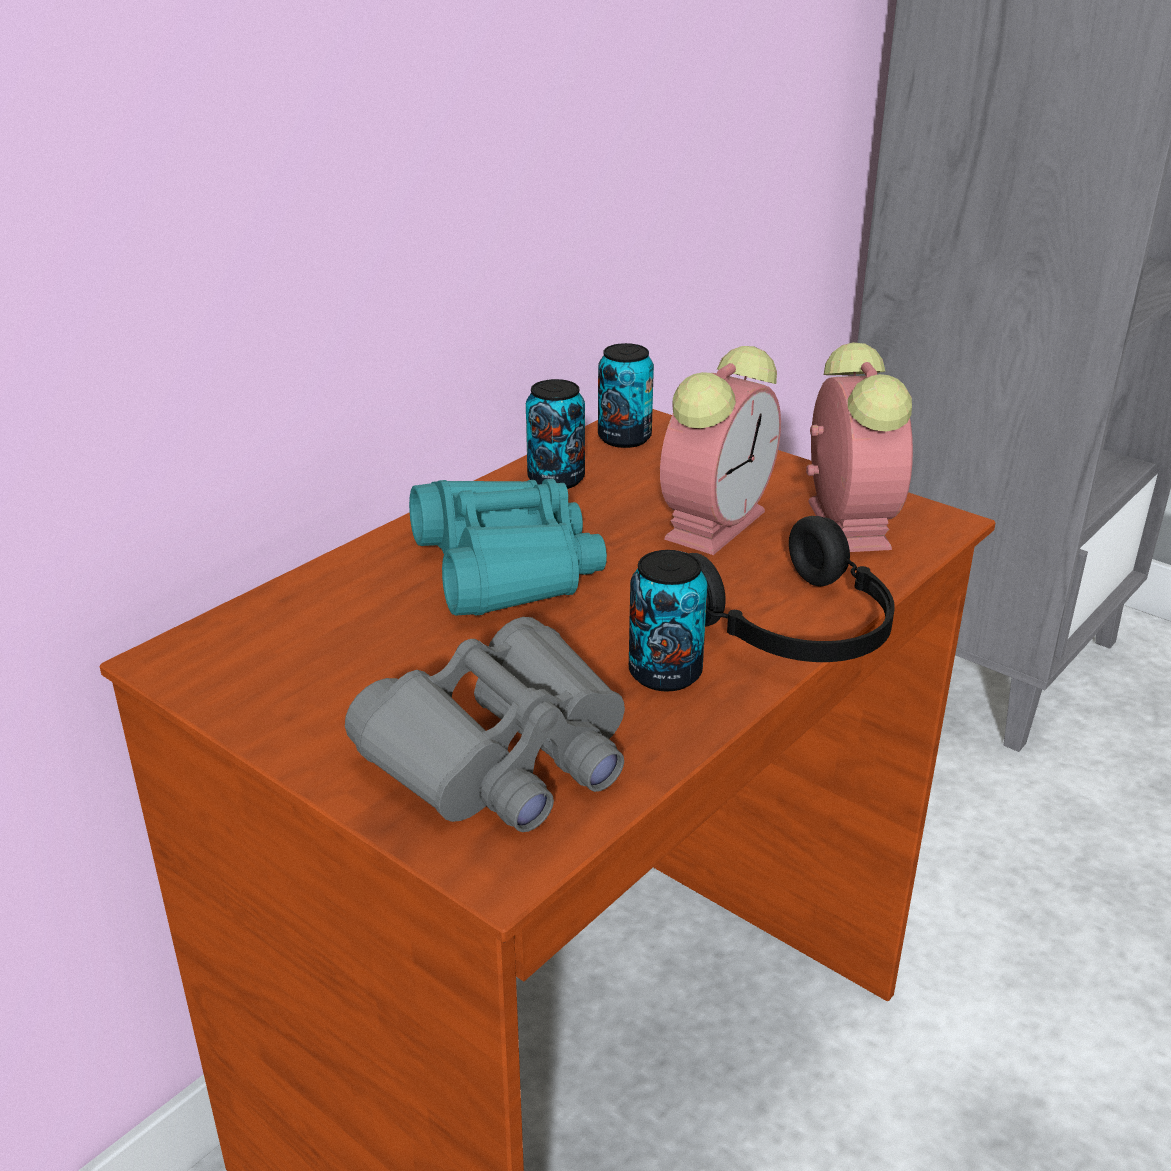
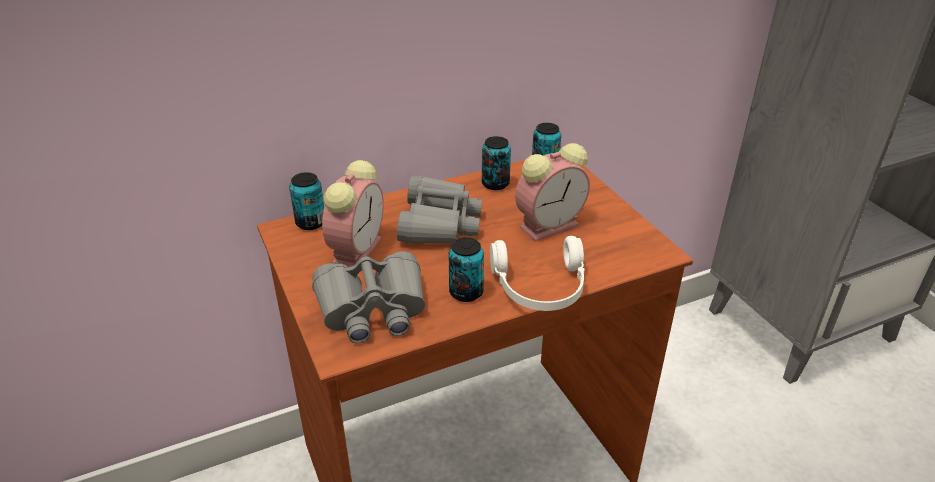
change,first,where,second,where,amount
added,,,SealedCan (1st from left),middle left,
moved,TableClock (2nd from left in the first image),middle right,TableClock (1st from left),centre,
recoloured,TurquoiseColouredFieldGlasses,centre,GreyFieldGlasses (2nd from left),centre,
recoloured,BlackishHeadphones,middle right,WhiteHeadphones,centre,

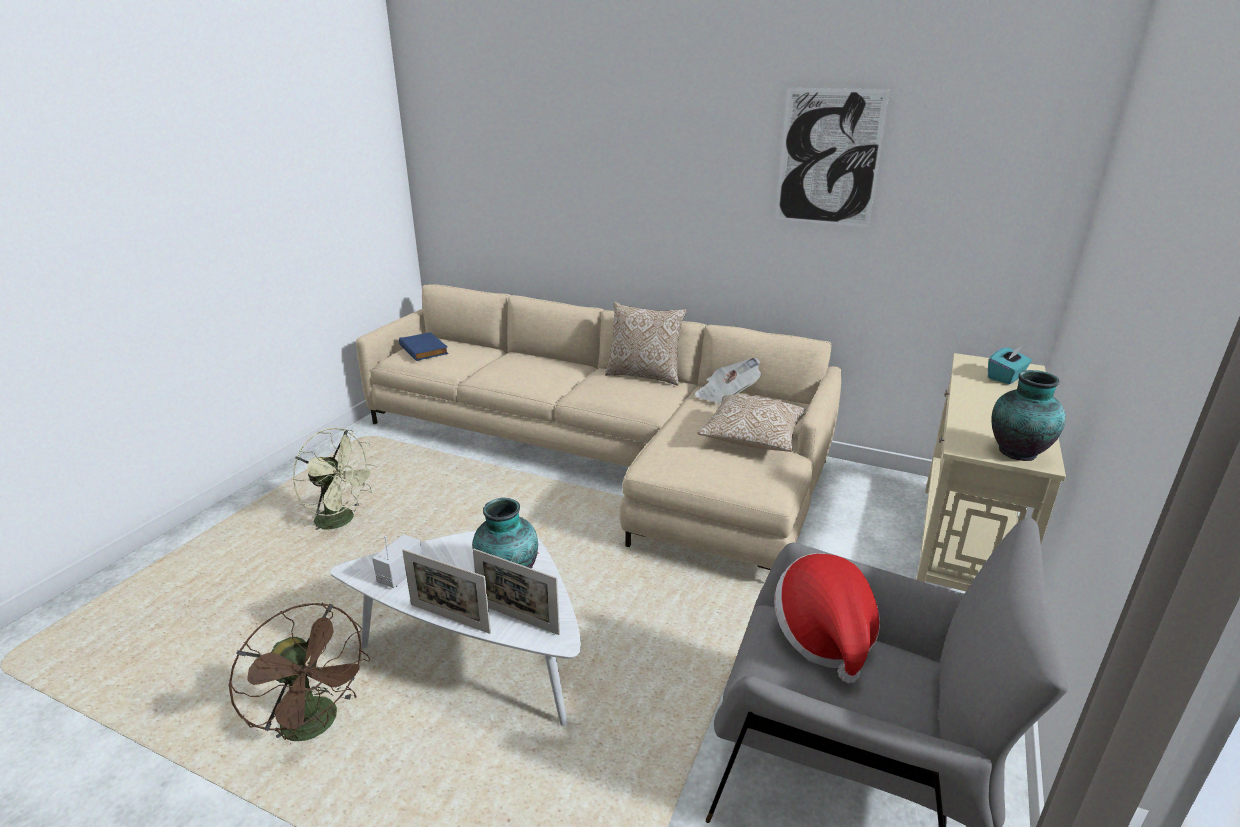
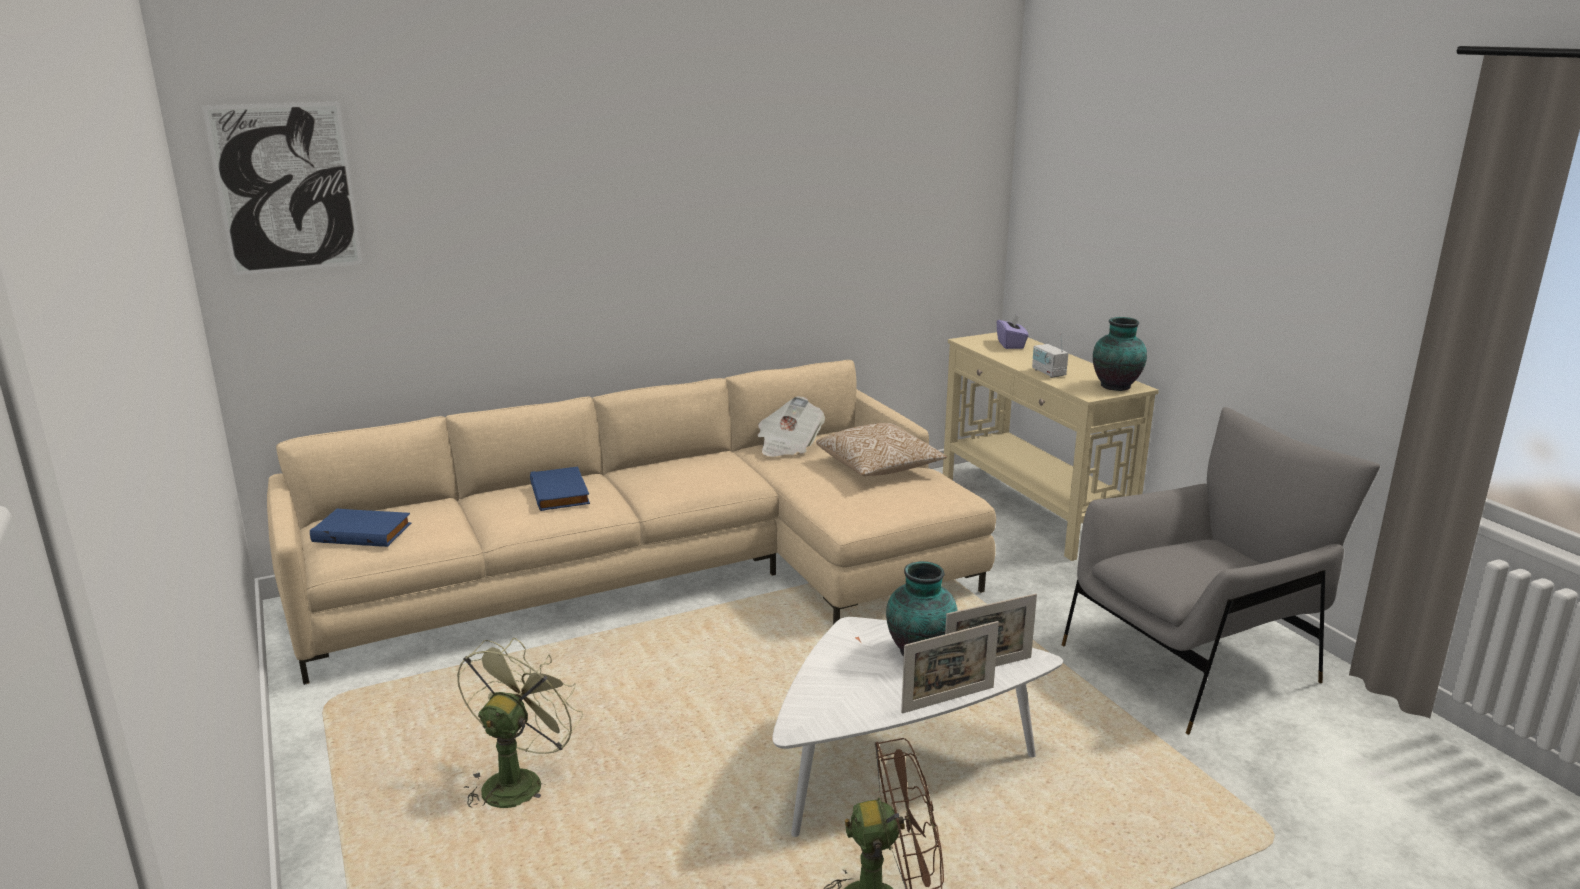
change,first,where,second,where,amount
removed,ThrowPillow (1st from left),centre,,,
removed,ClothingHat,bottom right,,,
added,,,BlueVolume (2nd from left),centre,
moved,Radio,bottom left,,centre,
moved,WallArt,top right,,top left,
recoloured,TurquoiseColouredTissueBox,middle right,PurplishTissueBox,centre,
turned,GreenCoolingFan,middle left,,bottom left,45 degrees counterclockwise

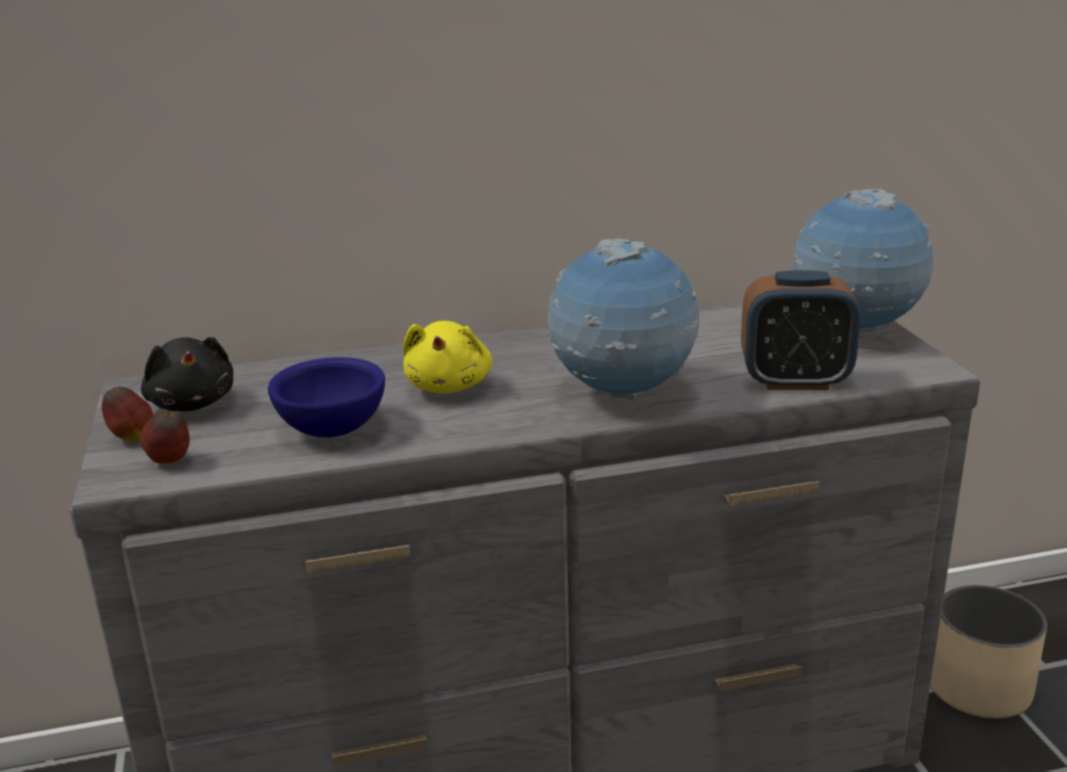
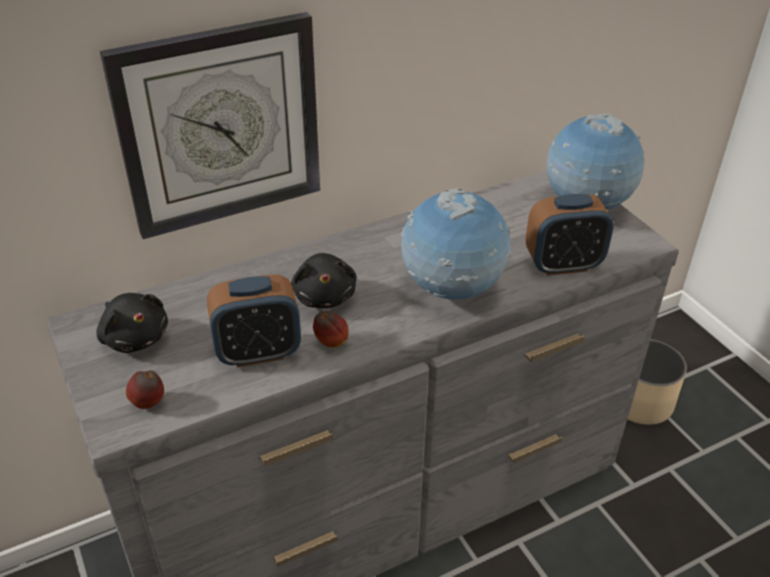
change,first,where,second,where,amount
added,,,WallClock,top left,
moved,WholeApple (1st from left in the first image),middle left,WholeApple (2nd from left),centre,
replaced,BlueBowl,middle left,TableClock (1st from left),middle left,
recoloured,YellowColouredCuddlyToy,centre,BlackishCuddlyToy (2nd from left),centre,

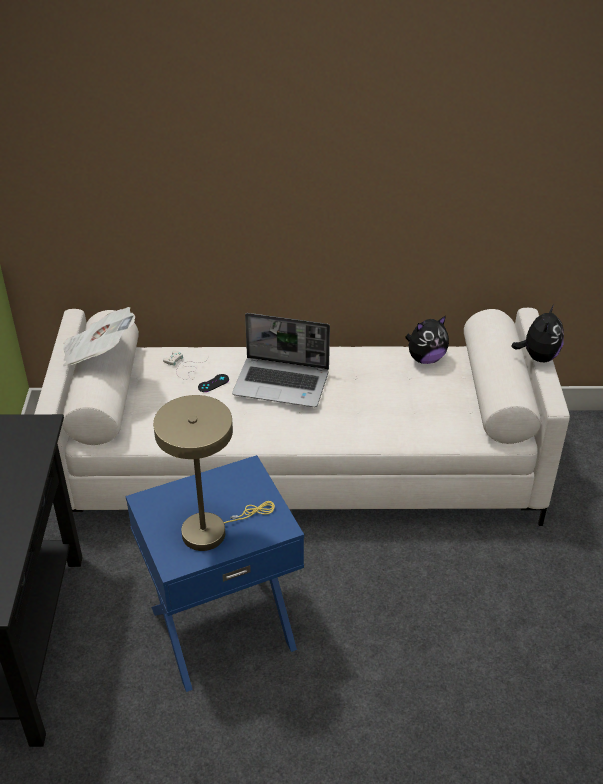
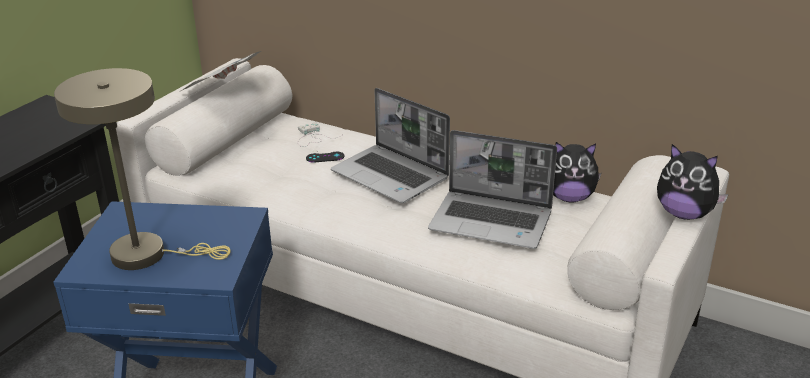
change,first,where,second,where,amount
added,,,Laptop (2nd from left),centre,
turned,CuddlyToy (2nd from left),middle right,,middle right,75 degrees clockwise

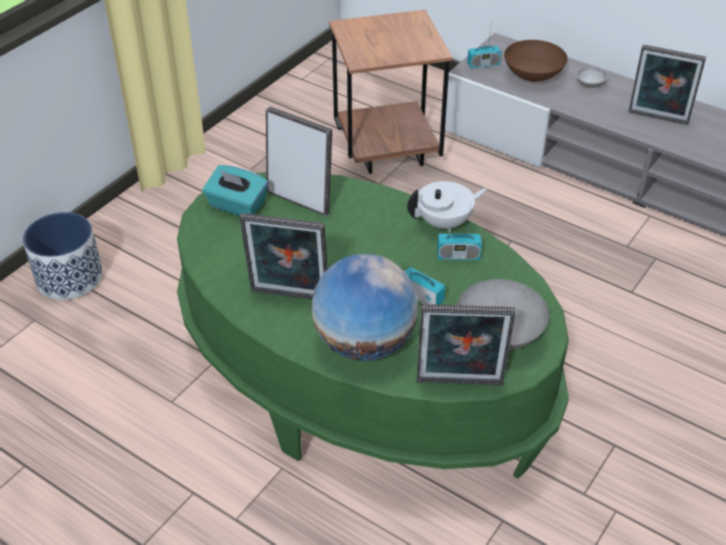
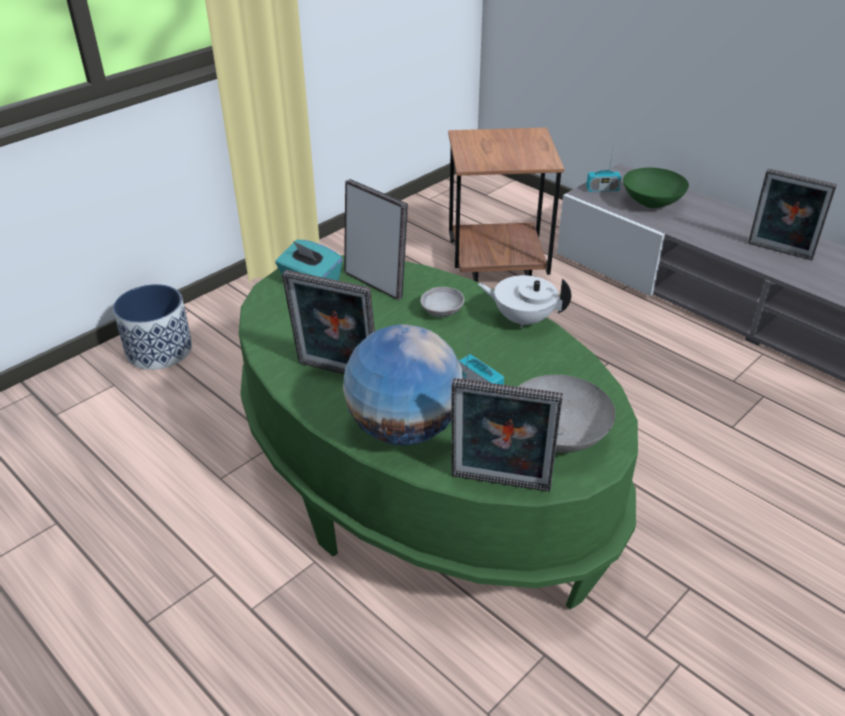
change,first,where,second,where,amount
removed,Radio (2nd from left),centre,,,
moved,GreyBowl (2nd from left in the first image),top right,GreyBowl (1st from left),centre,
recoloured,BrownBowl,top right,GreenBowl,top right,
turned,WhiteTeapot,centre,,centre,150 degrees counterclockwise

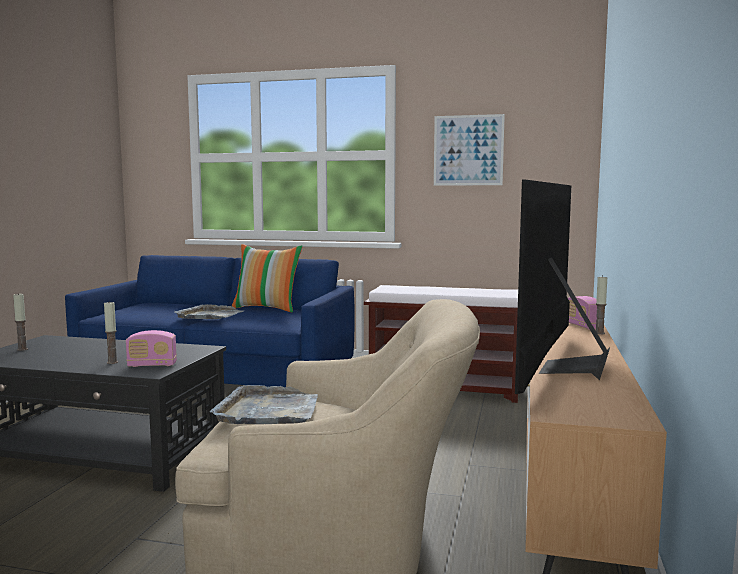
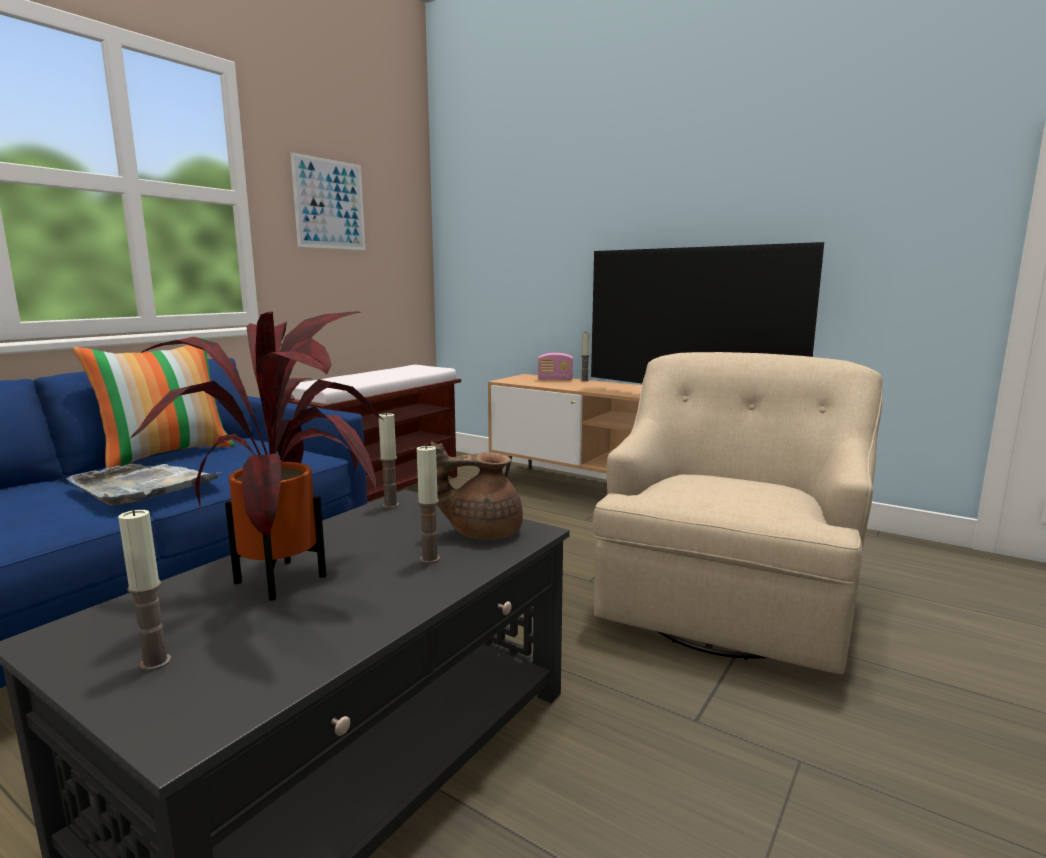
change,first,where,second,where,amount
removed,GreyTray (2nd from left),bottom centre,,,
added,,,PlantInAPot,middle left,
added,,,WaxLight (2nd from left),centre,
replaced,Radio (1st from left),middle left,BrownTeapot,centre,

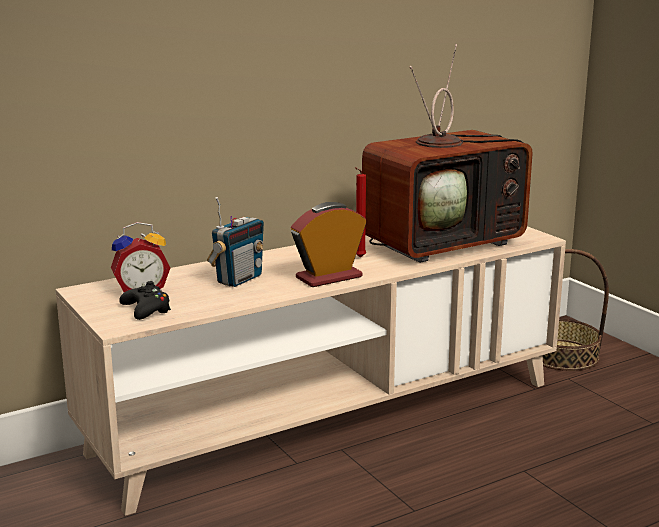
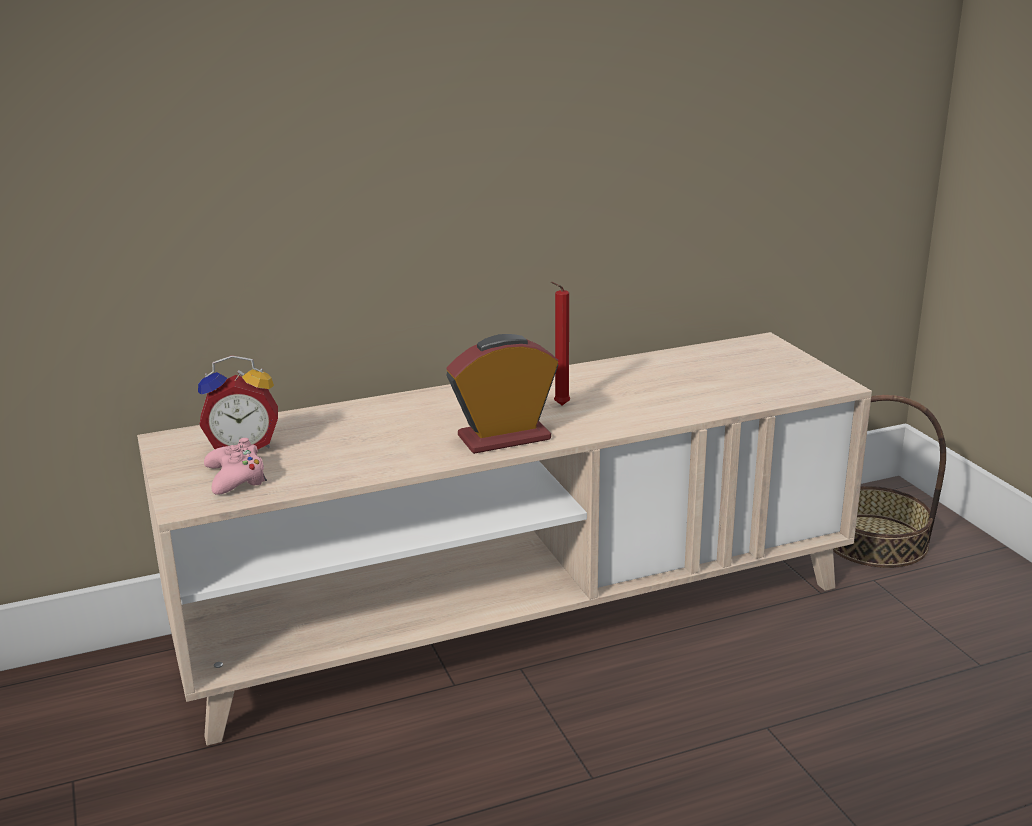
change,first,where,second,where,amount
removed,Radio,centre,,,
removed,Tv,top right,,,
recoloured,BlackishGameController,middle left,PinkGameController,middle left,

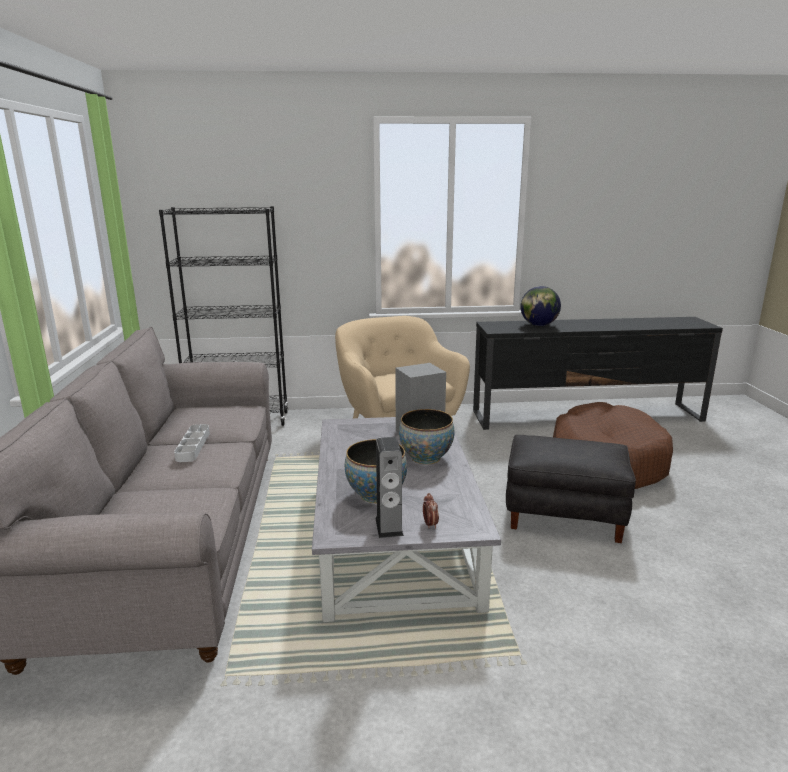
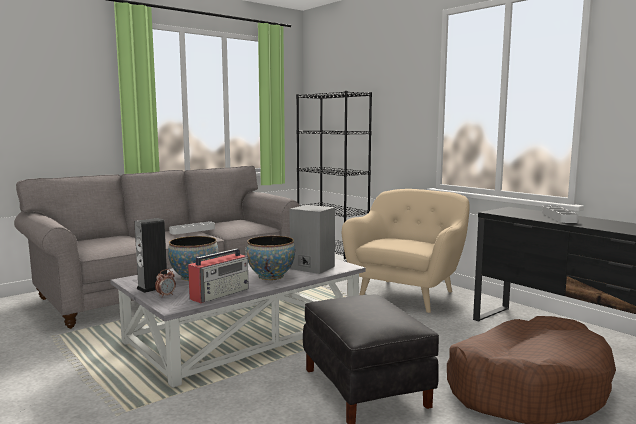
change,first,where,second,where,amount
added,,,Radio,centre,
replaced,WorldGlobe,middle right,GreyTray (2nd from left),middle right,

